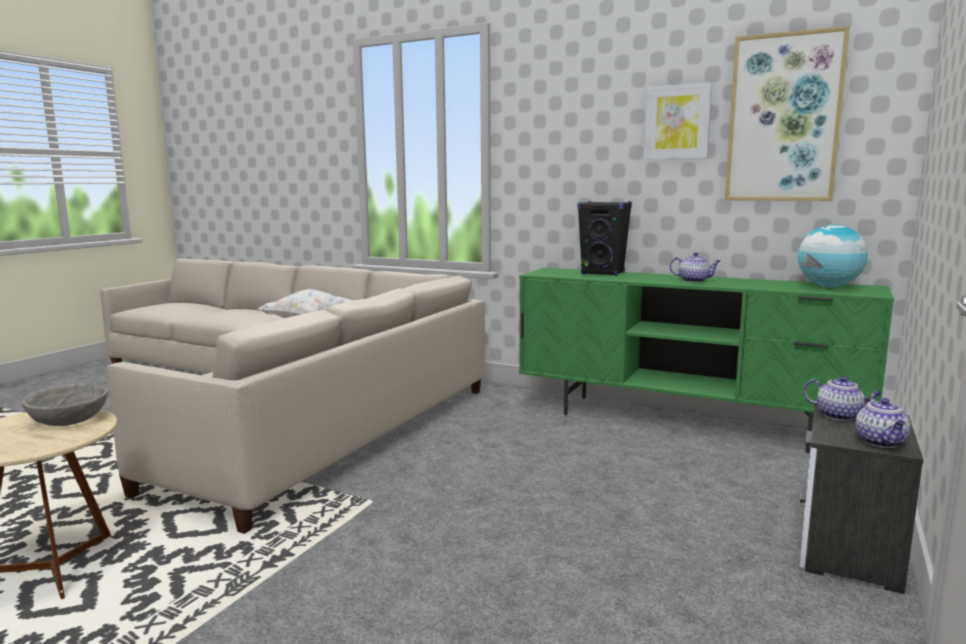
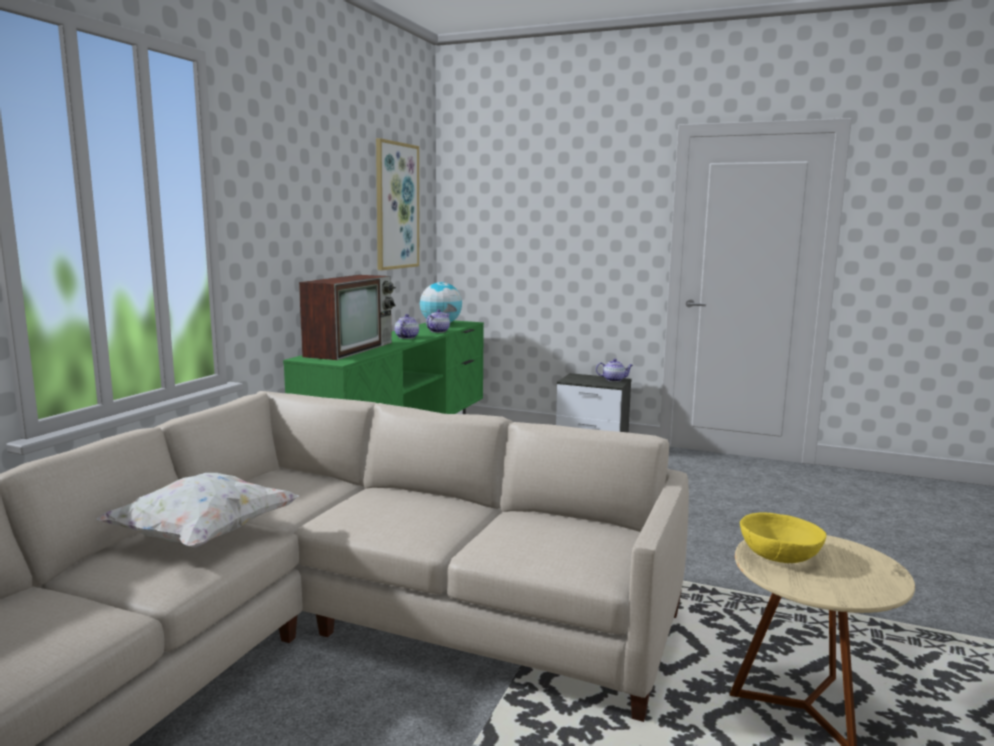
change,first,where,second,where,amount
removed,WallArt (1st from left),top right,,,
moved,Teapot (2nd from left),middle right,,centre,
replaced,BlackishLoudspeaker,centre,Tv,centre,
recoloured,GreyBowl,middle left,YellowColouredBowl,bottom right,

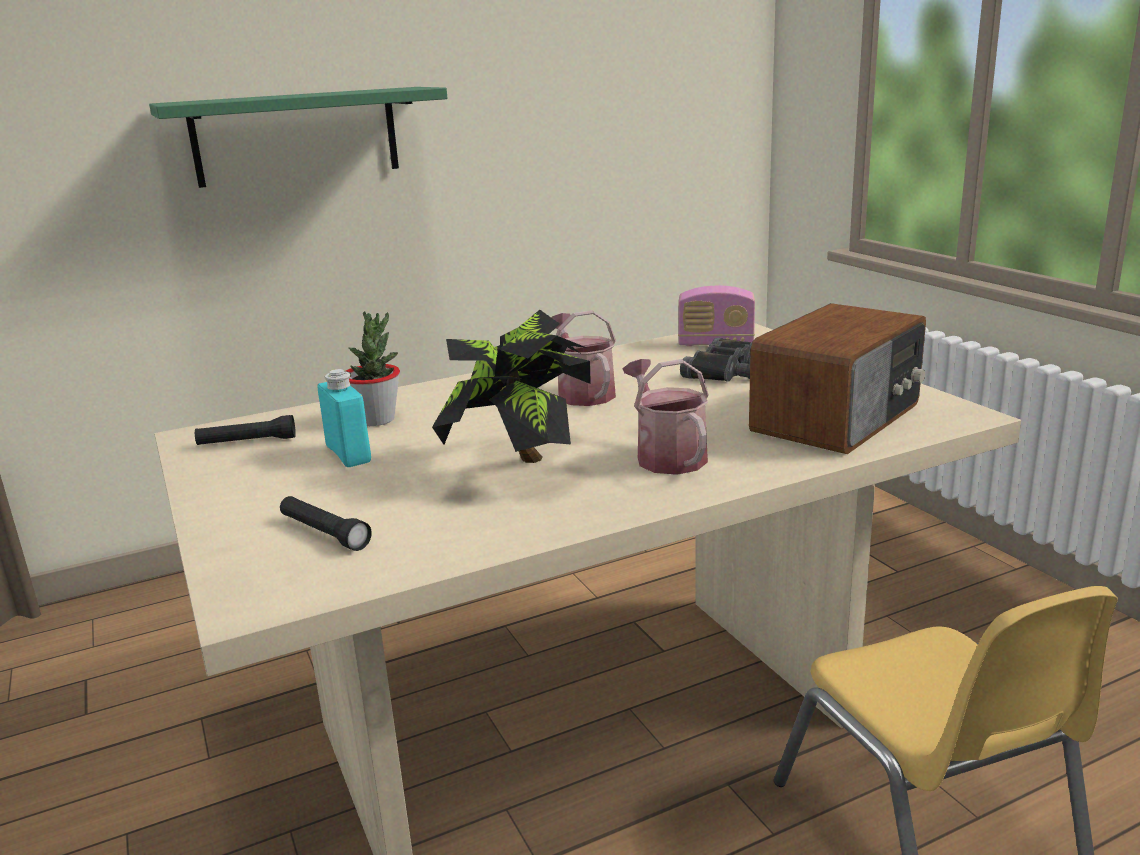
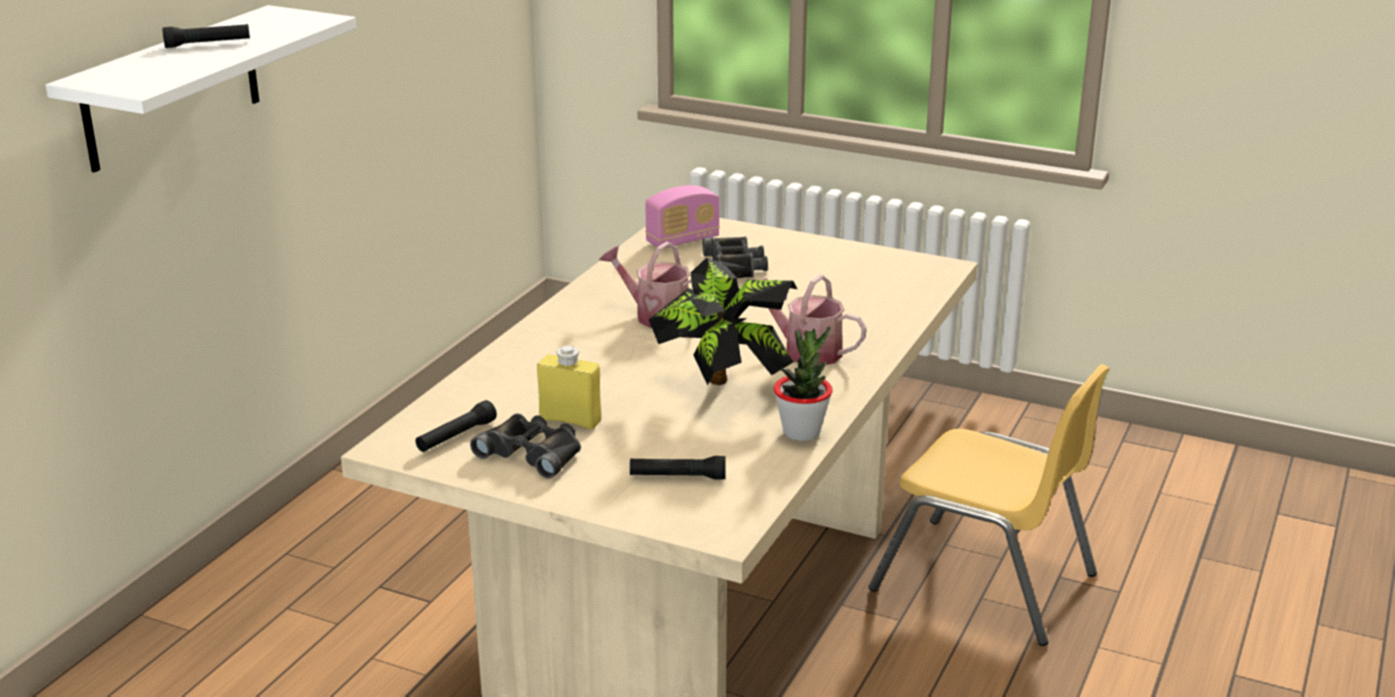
change,first,where,second,where,amount
removed,Radio (2nd from left),middle right,,,
added,,,BlackishHandTorch (1st from left),top left,
added,,,BlackishFieldGlasses (1st from left),centre,
moved,PlantInAPot (1st from left in the first image),middle left,PlantInAPot (2nd from left),centre,
recoloured,GreenWallShelf,top left,WhiteWallShelf,top left,
recoloured,TurquoiseColouredBottle,middle left,YellowColouredBottle,centre,

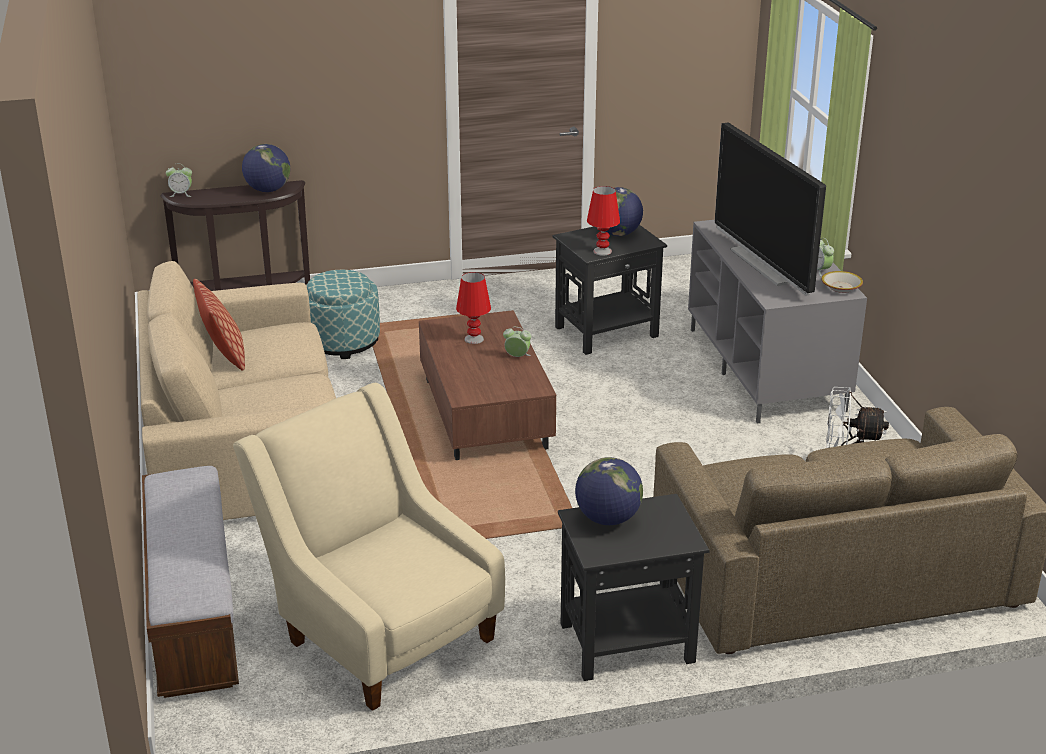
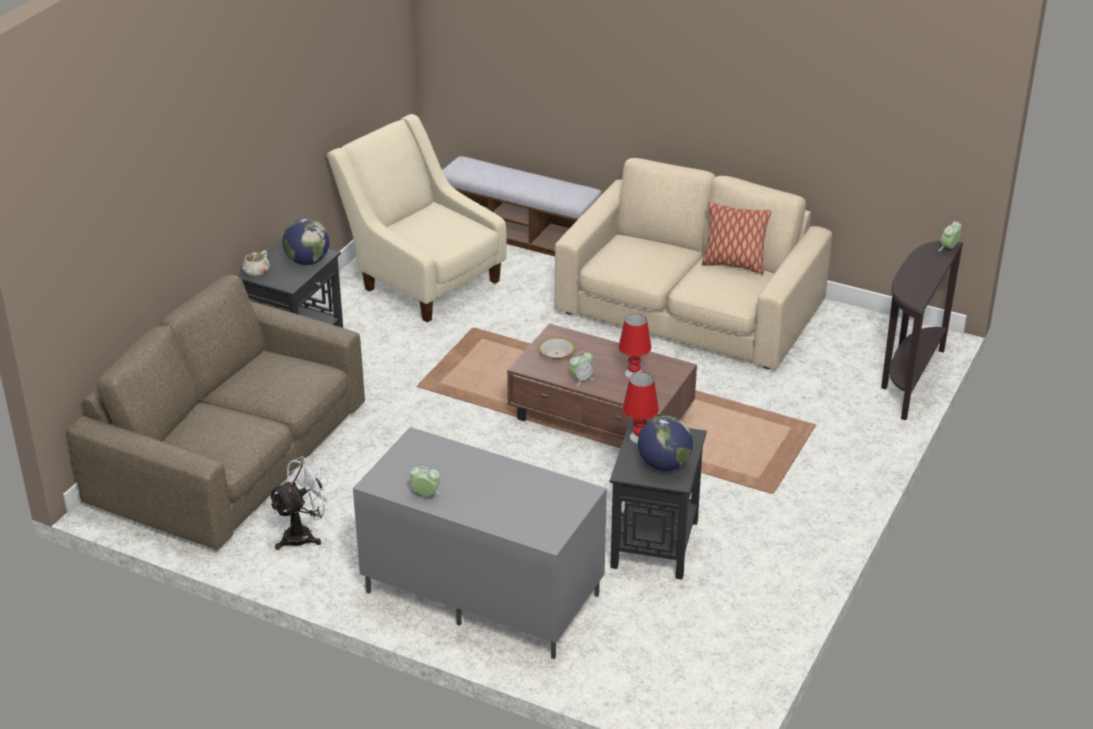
change,first,where,second,where,amount
removed,WorldGlobe (1st from left),top left,,,
removed,Ottoman,middle left,,,
removed,Tv,top right,,,
added,,,BeigeTeapot,middle left,
moved,Bowl,middle right,,centre,
turned,BeigeEasyChair,bottom centre,,top centre,135 degrees counterclockwise

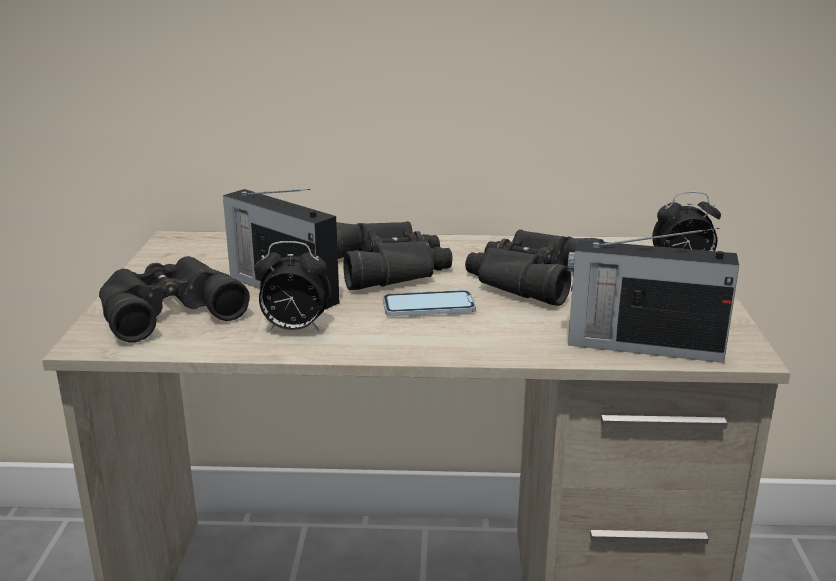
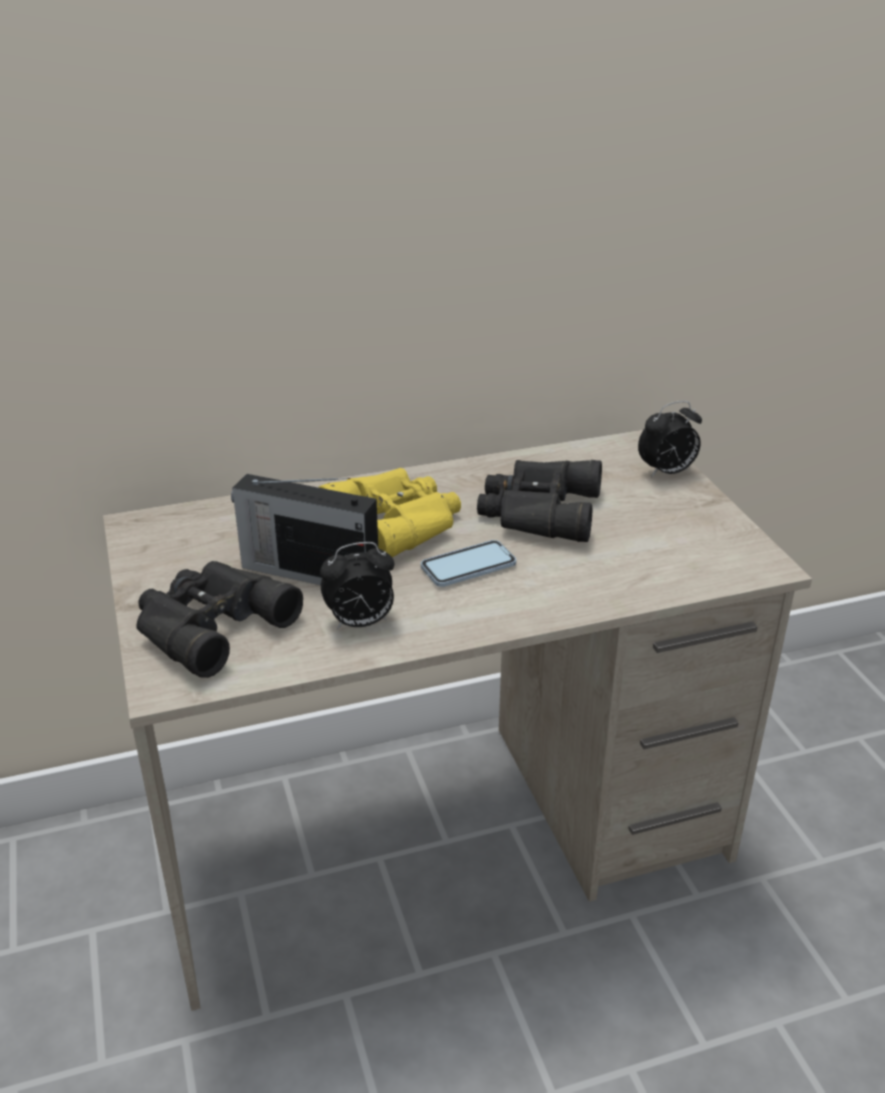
change,first,where,second,where,amount
removed,Radio (2nd from left),middle right,,,
recoloured,BlackishFieldGlasses (2nd from left),centre,YellowColouredFieldGlasses,centre,

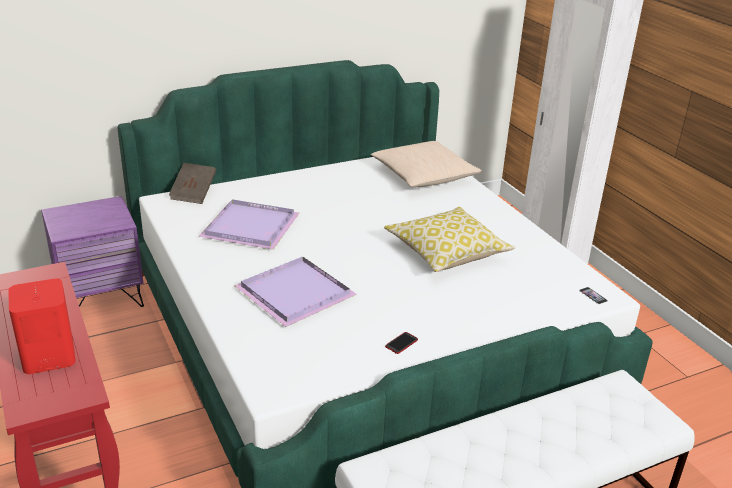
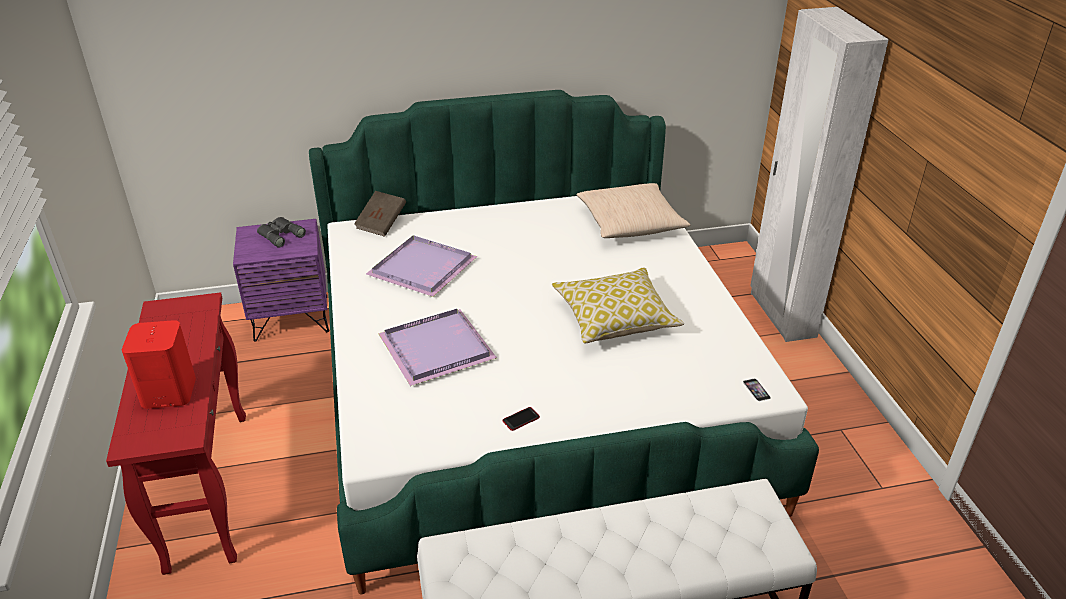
change,first,where,second,where,amount
added,,,GreyFieldGlasses,middle left,

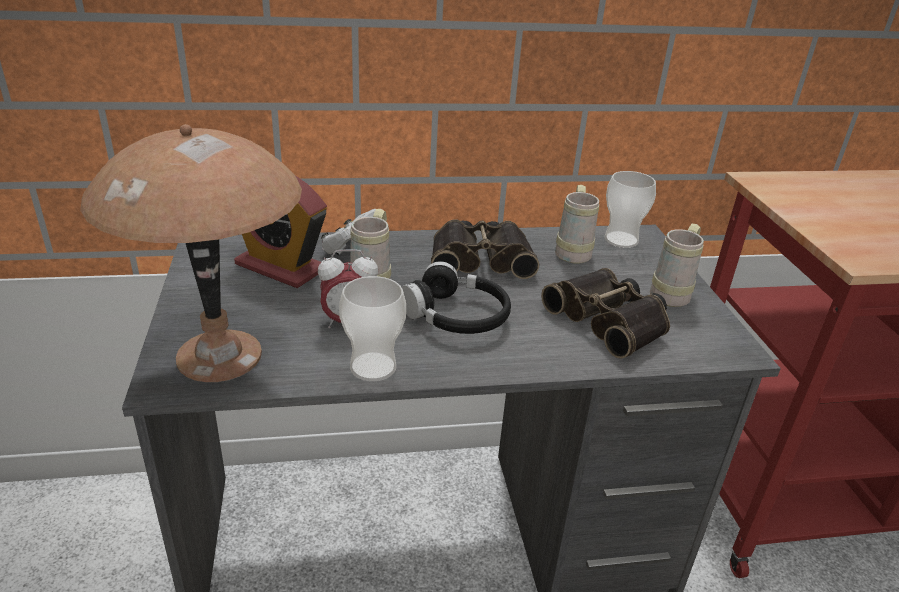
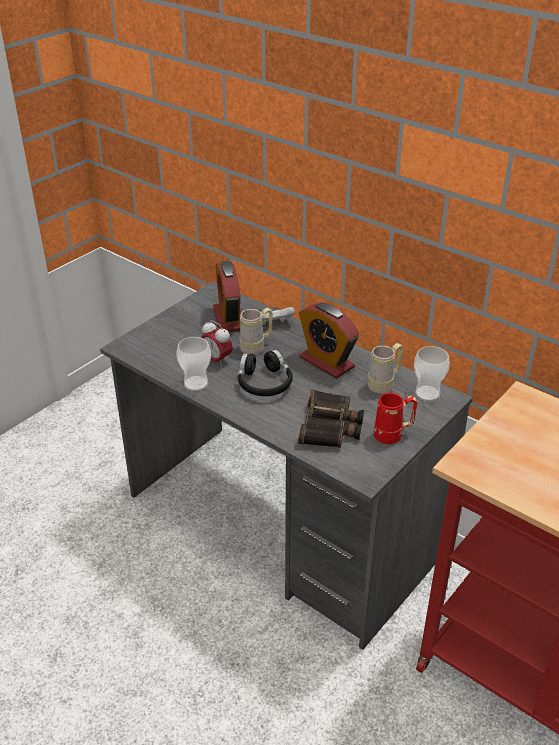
change,first,where,second,where,amount
removed,BrownLampForATable,middle left,,,
replaced,FieldGlasses (1st from left),centre,TableClock (3rd from left),centre,
recoloured,BeigeCoffeeMug (3rd from left),middle right,RedCoffeeMug,middle right,

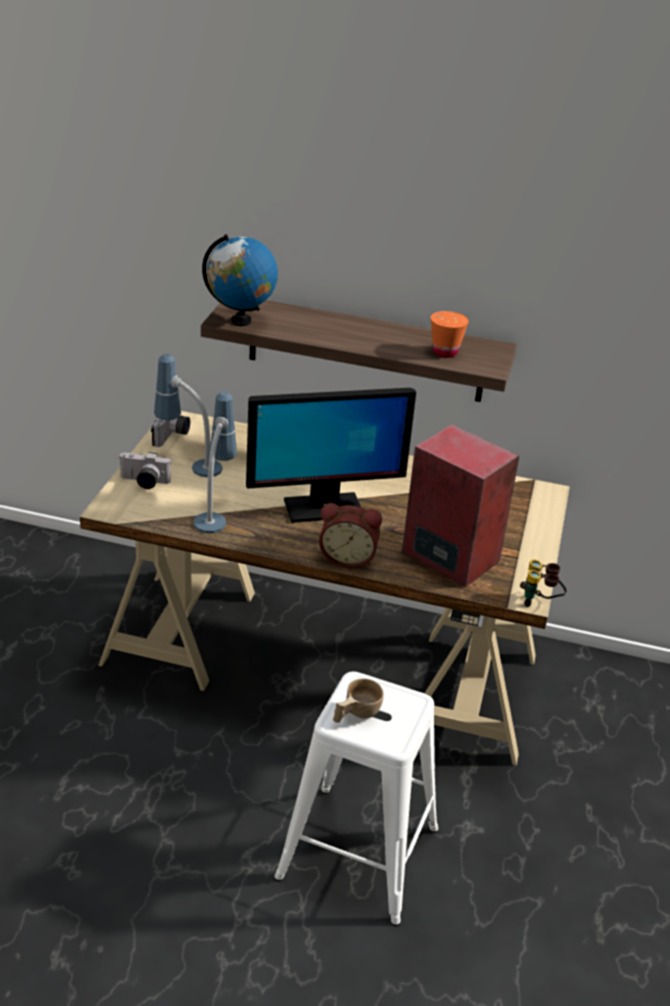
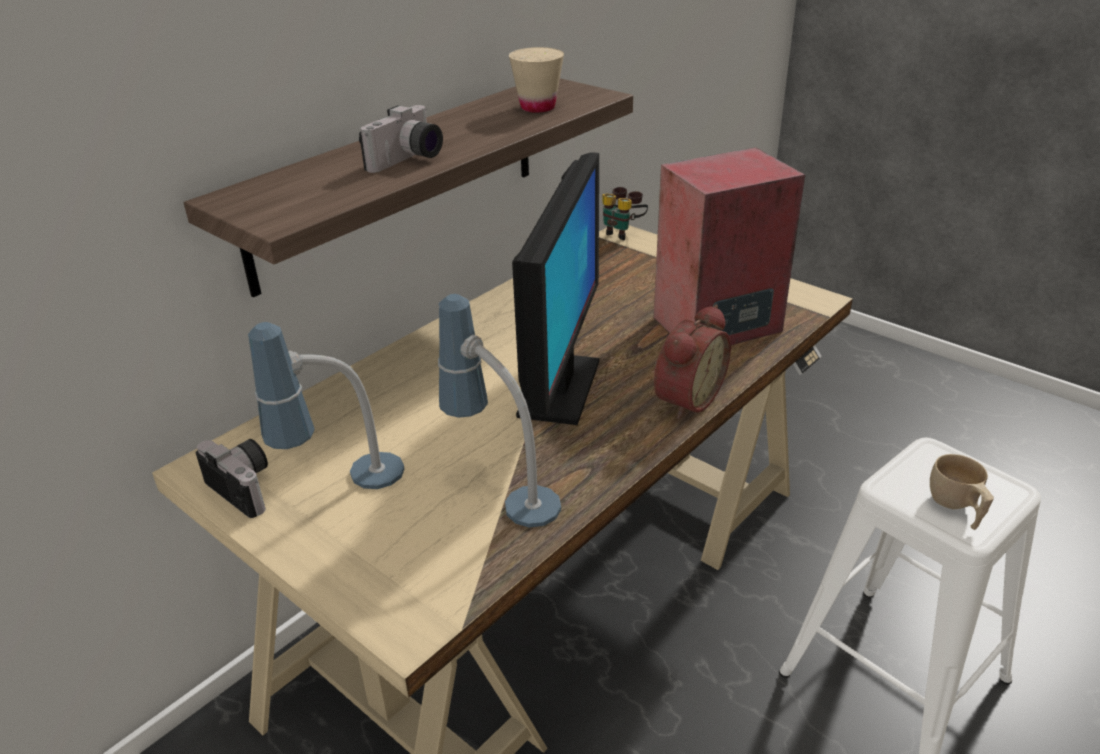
change,first,where,second,where,amount
removed,WorldGlobe,top centre,,,
moved,PhotoCamera (1st from left in the first image),middle left,PhotoCamera (2nd from left),top centre,
moved,FieldGlasses,middle right,,top centre,
recoloured,OrangeDrinkingCup,top right,BeigeDrinkingCup (1st from left),top centre,

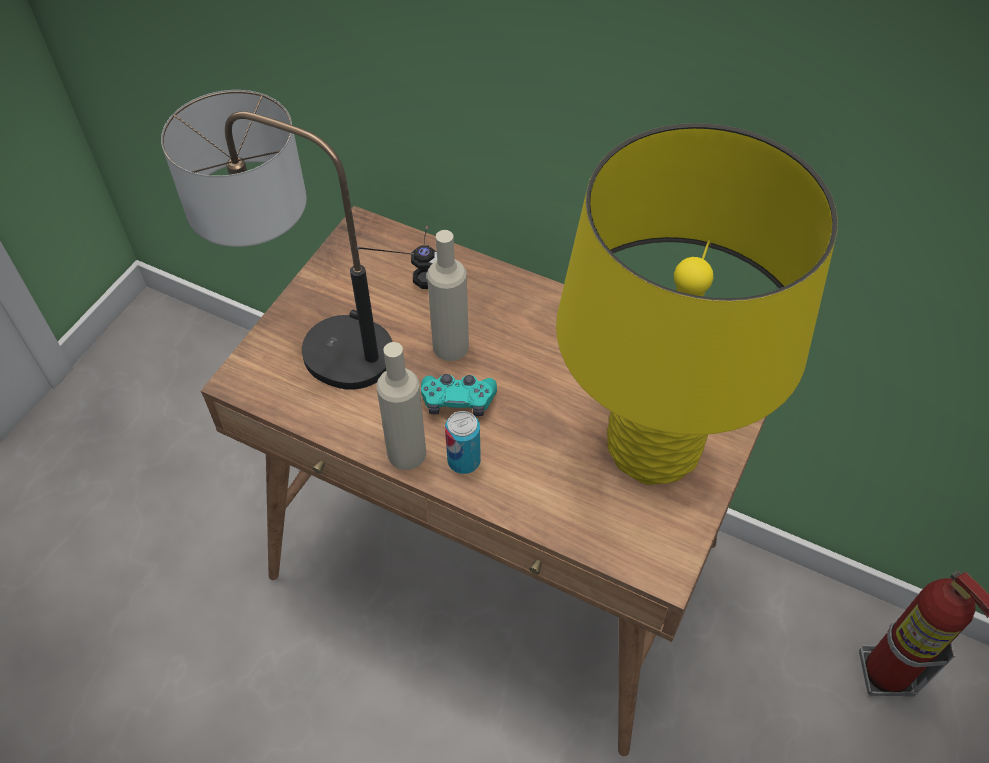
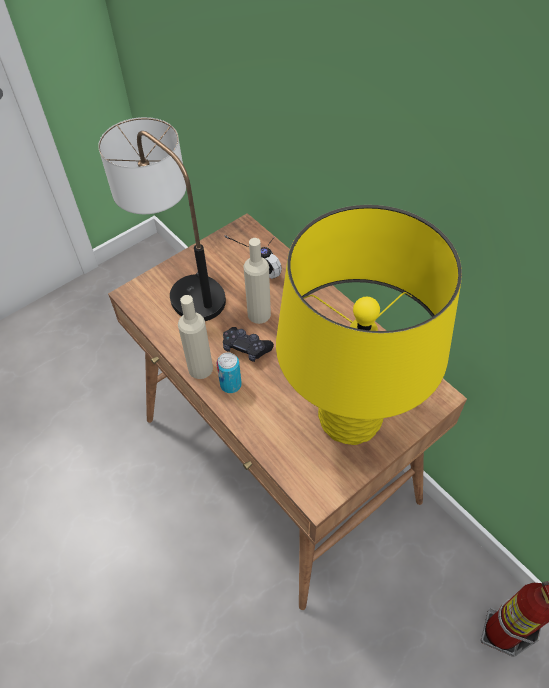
change,first,where,second,where,amount
recoloured,TurquoiseColouredGameController,centre,BlackishGameController,centre,

